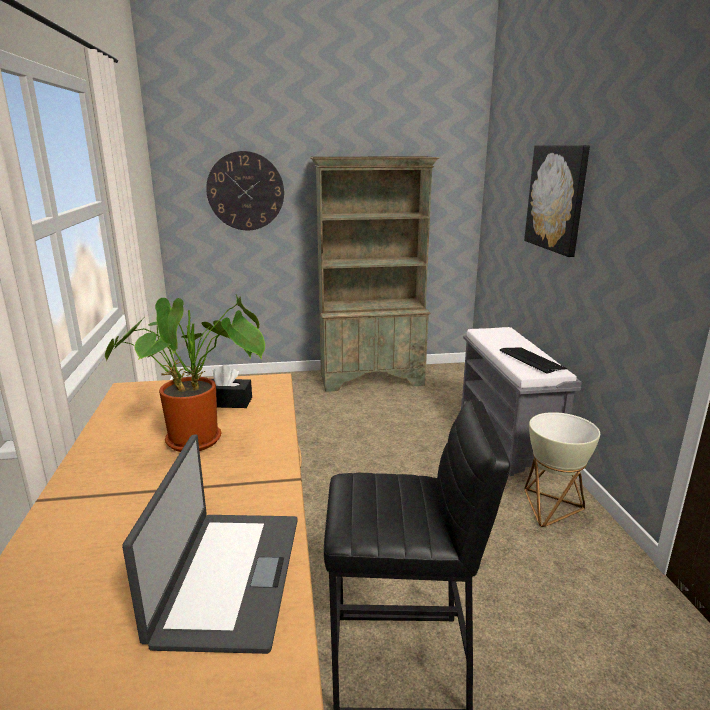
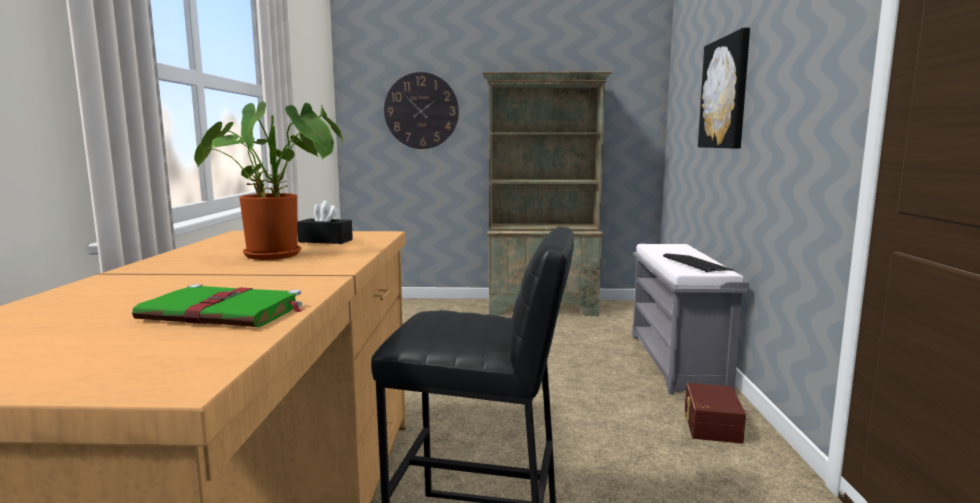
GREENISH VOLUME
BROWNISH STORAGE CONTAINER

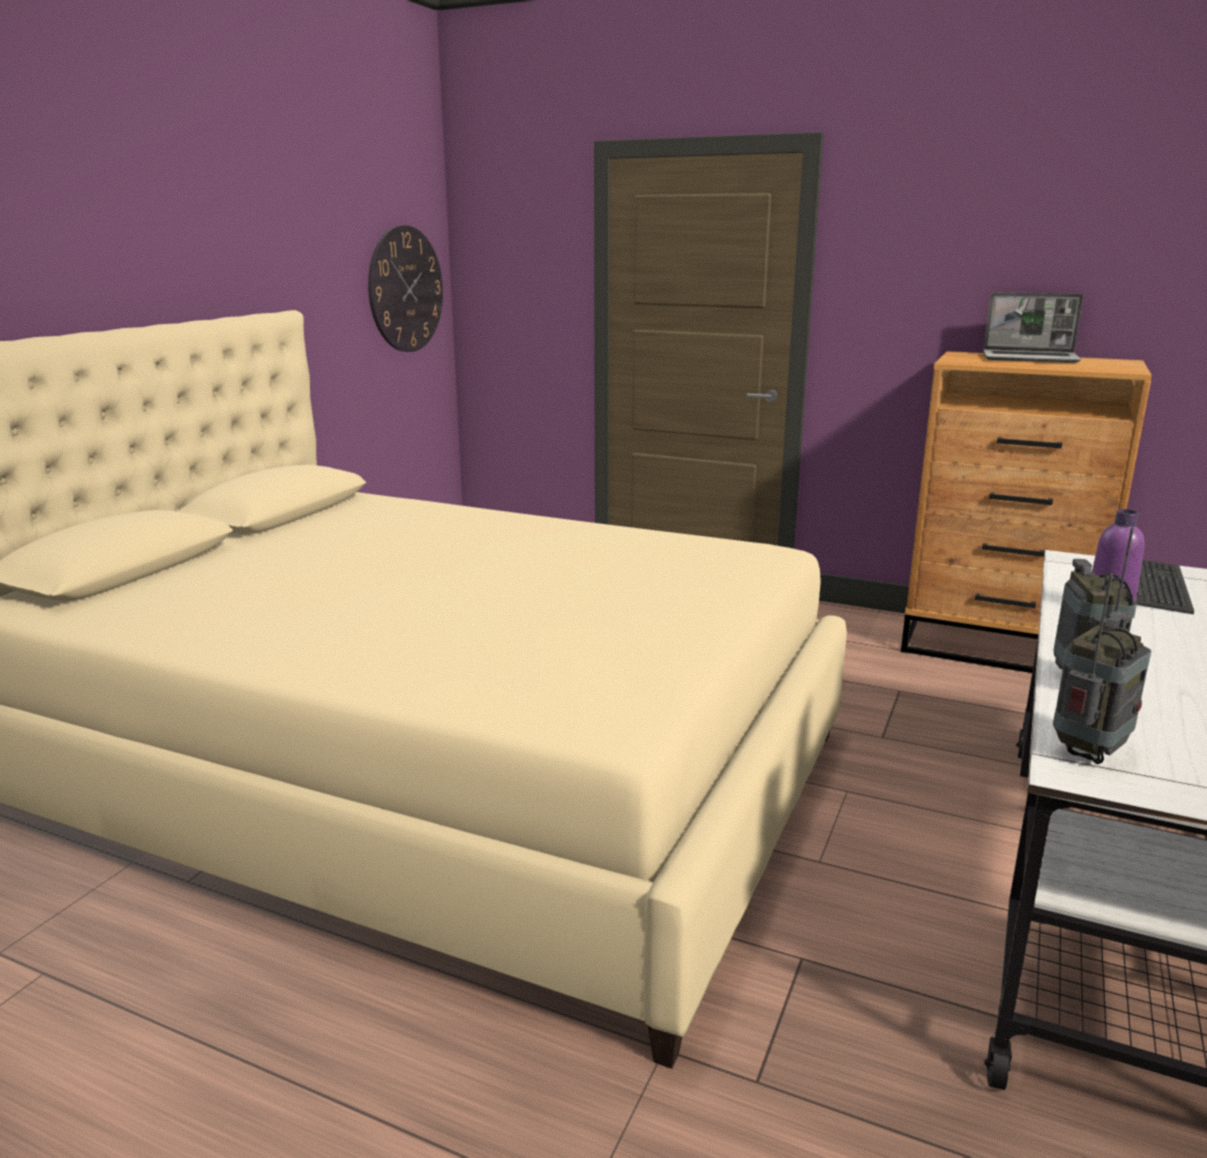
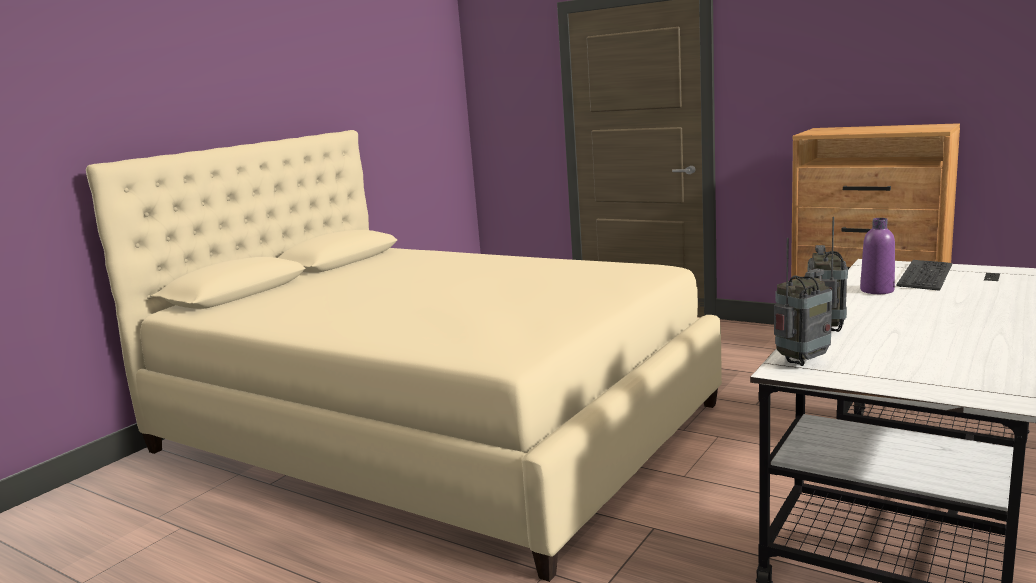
CLOCK ON THE WALL
NOTEBOOK COMPUTER

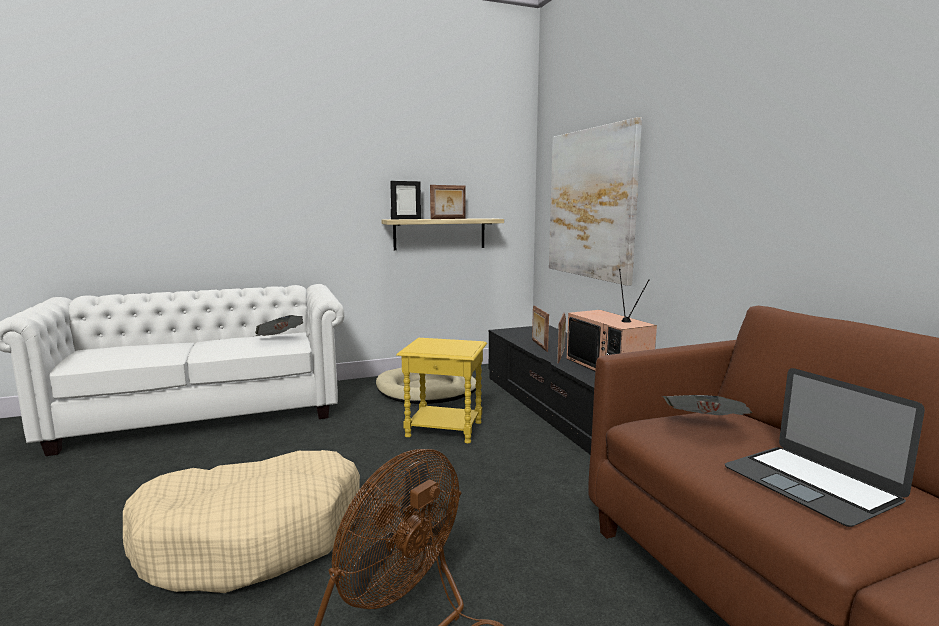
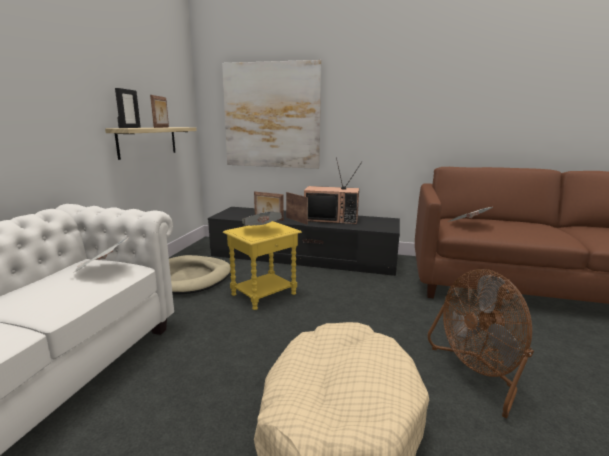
NEWSPAPER (no. 2 from left)
NOTEBOOK COMPUTER

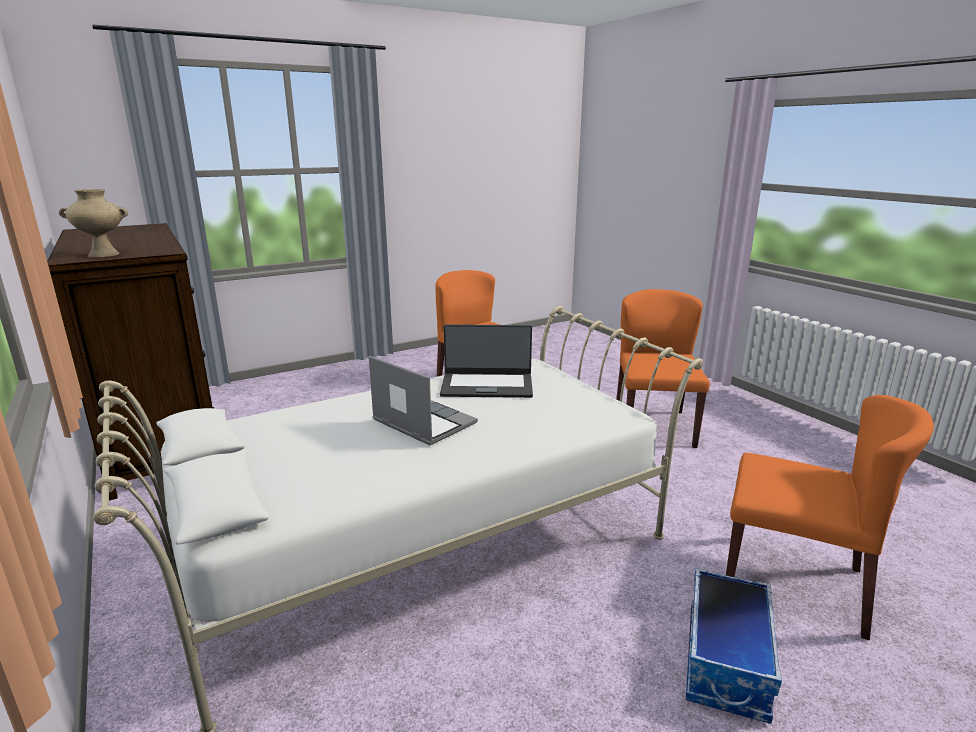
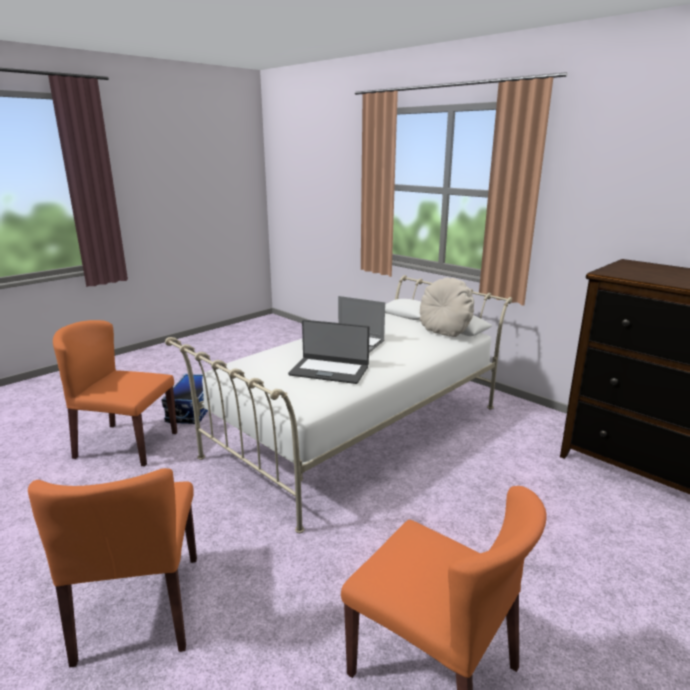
NOTEBOOK COMPUTER (no. 1 from left)
SAND-COLOURED CUSHION
SAND-COLOURED VASE

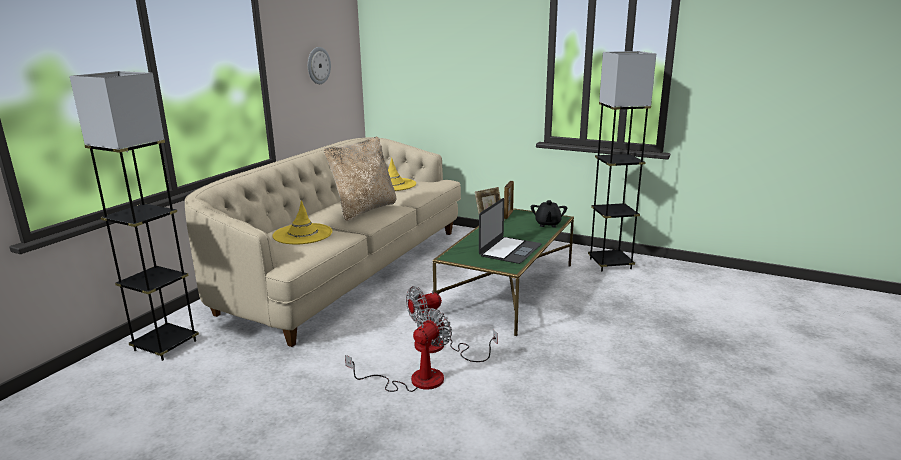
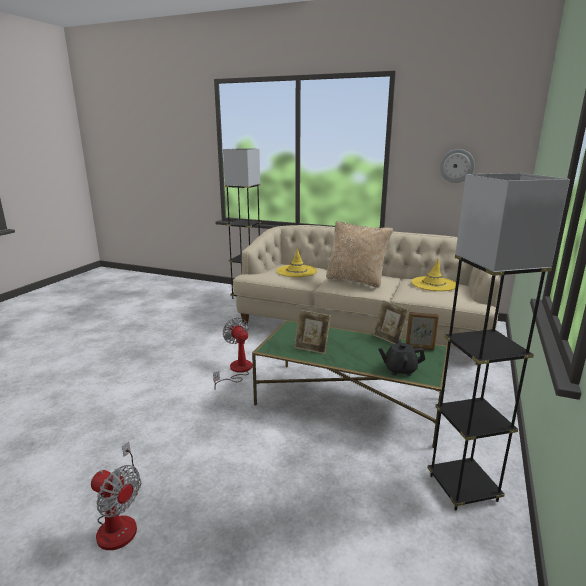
ELECTRIC FAN (no. 1 from left)
PICTURE FRAME (no. 1 from left)

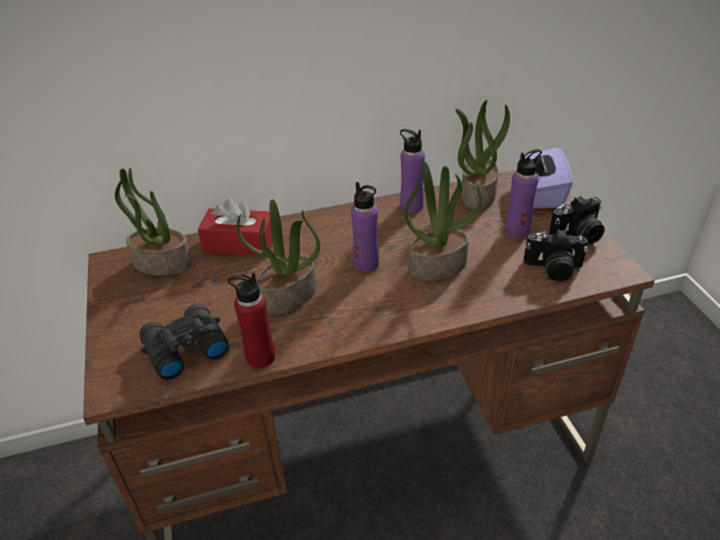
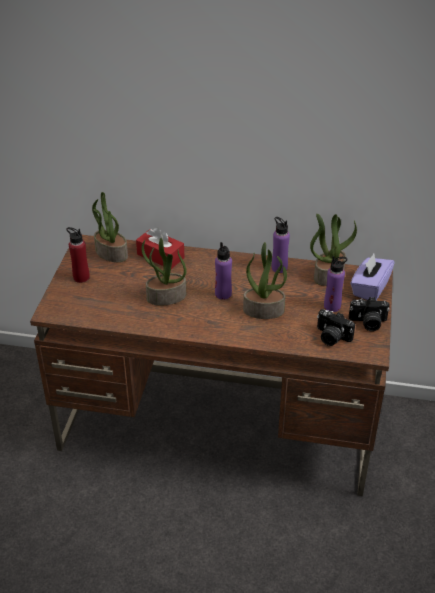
RED DRINK BOTTLE
BLACK-COLOURED BINOCULARS

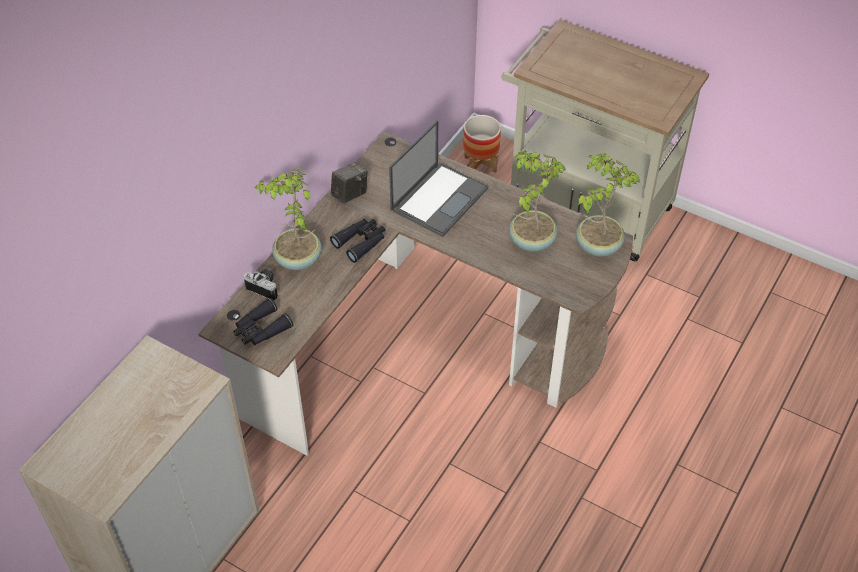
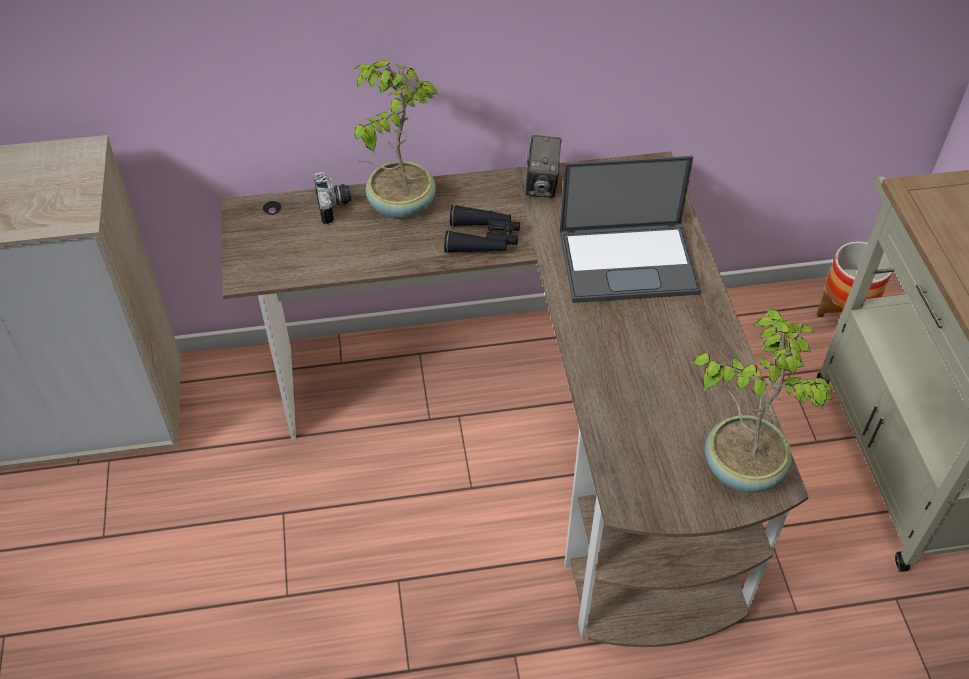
PHOTO CAMERA (no. 2 from left)
BLACK-COLOURED BINOCULARS (no. 1 from left in the first image)
HOUSEPLANT (no. 2 from left in the first image)

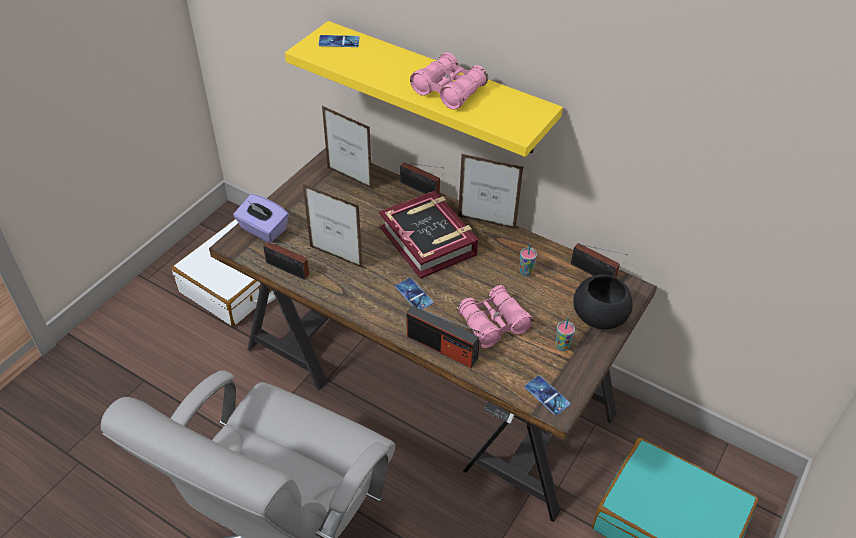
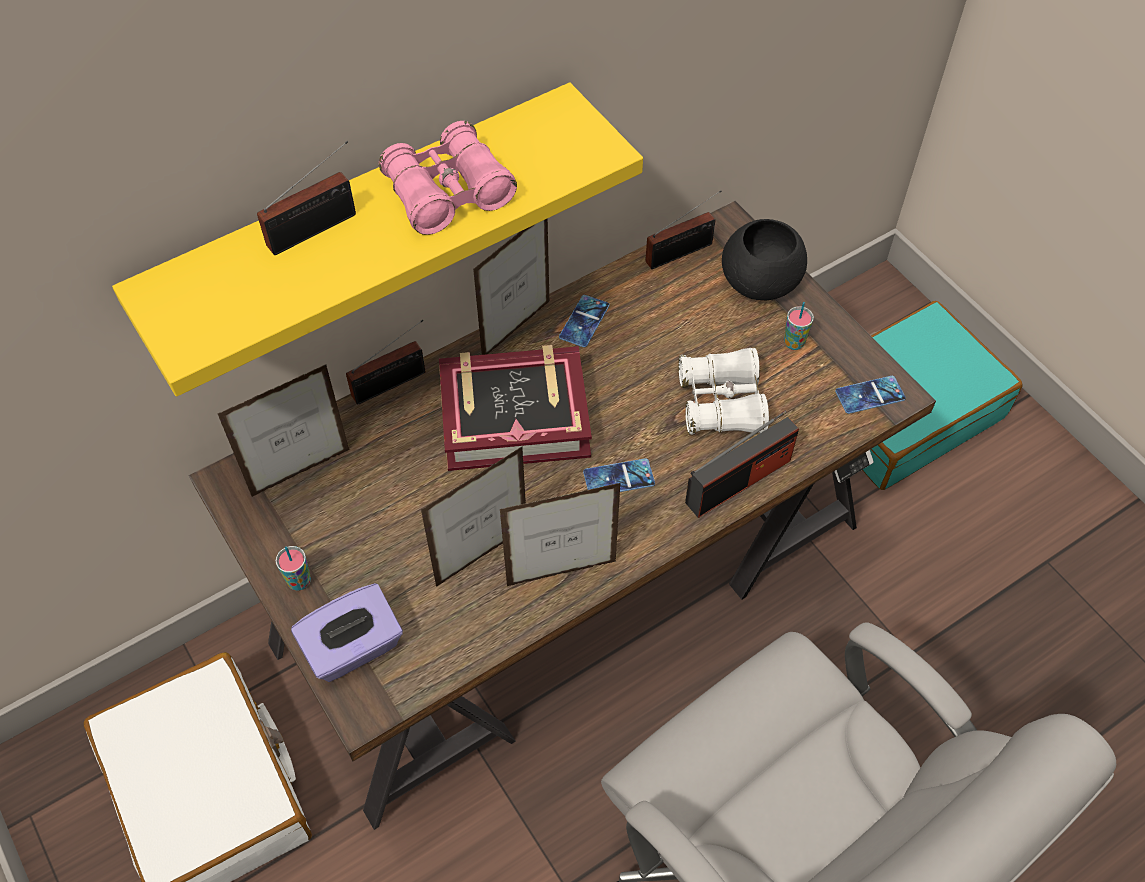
RADIO SET (no. 1 from left)
SMALL CUP (no. 1 from left)
PICTURE FRAME (no. 4 from left)
PHONE (no. 1 from left)
WHITE BINOCULARS

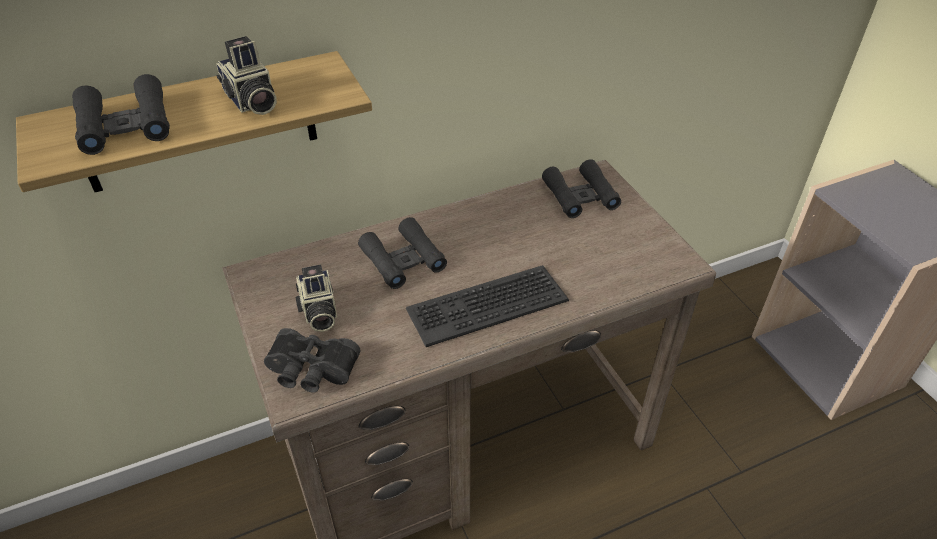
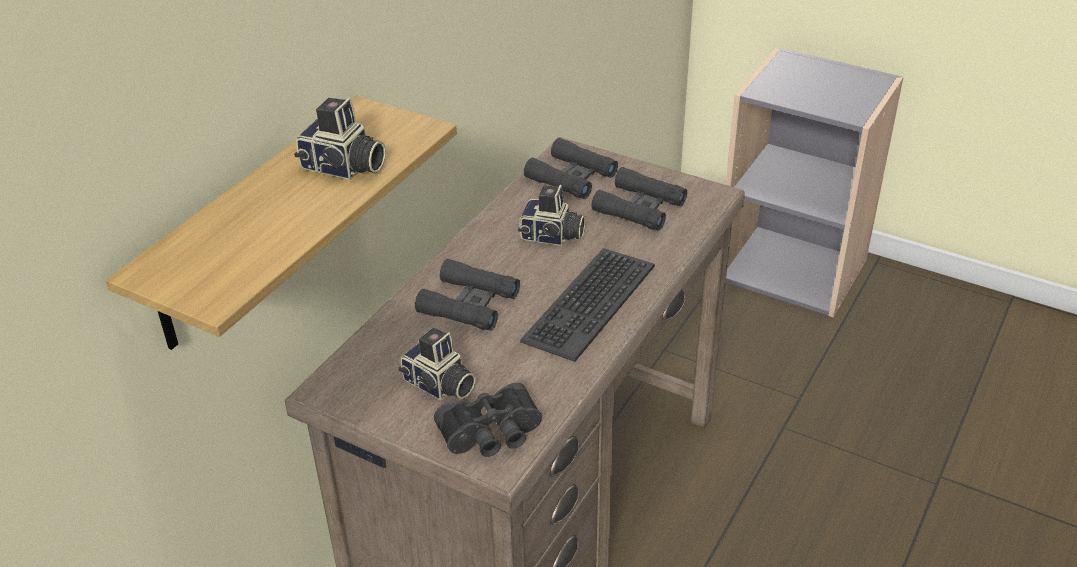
PHOTO CAMERA (no. 3 from left)
BLACK-COLOURED BINOCULARS (no. 4 from left)

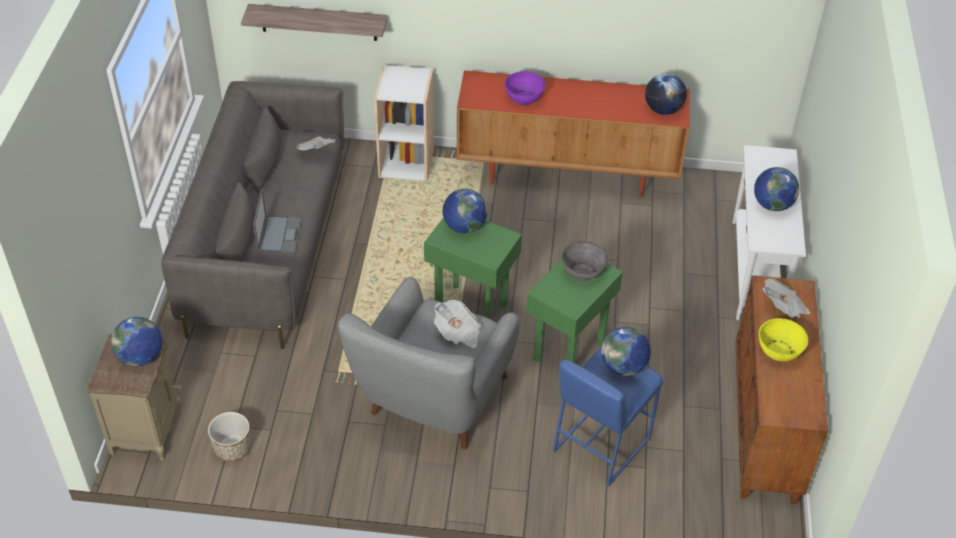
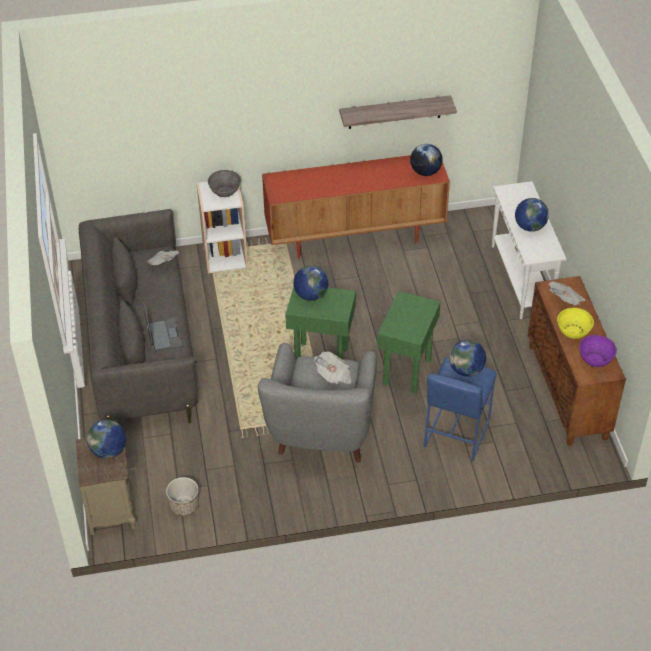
GREY SERVING BOWL
WALL SHELF
PURPLISH SERVING BOWL

